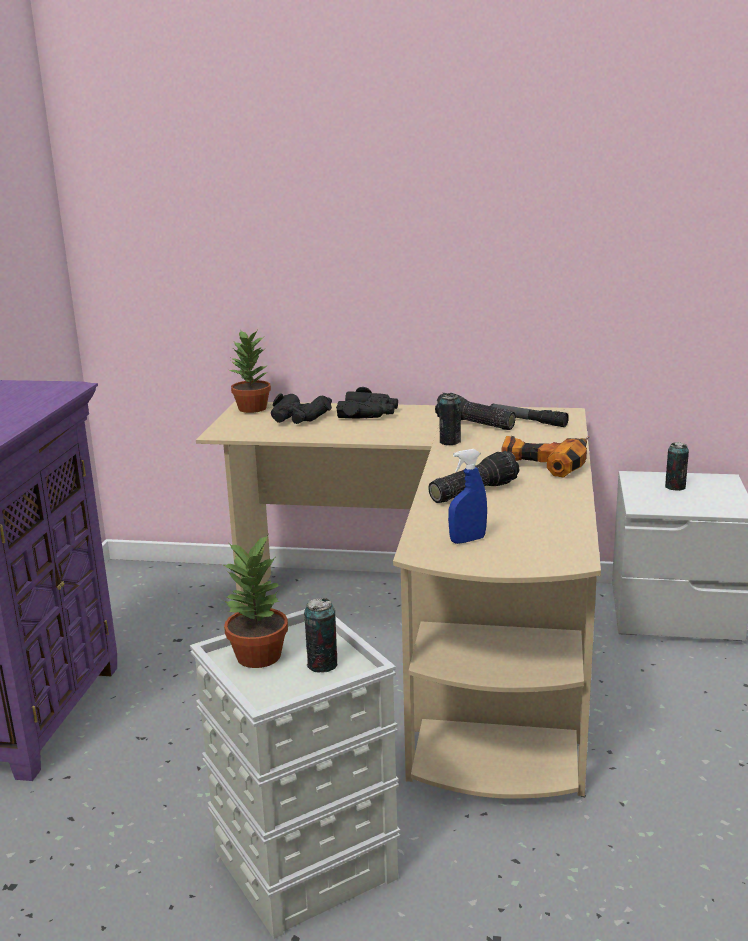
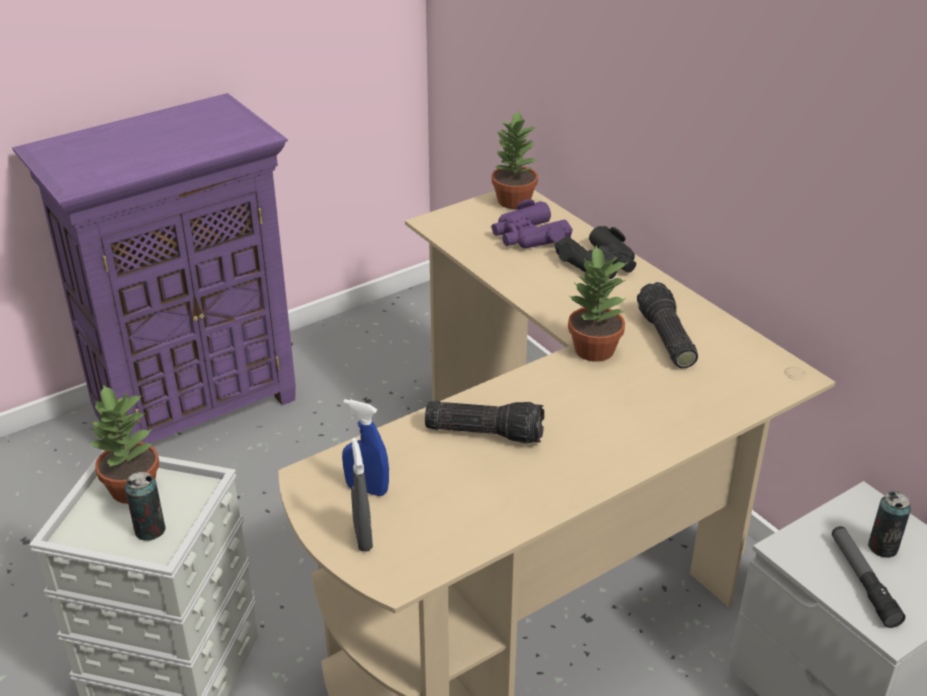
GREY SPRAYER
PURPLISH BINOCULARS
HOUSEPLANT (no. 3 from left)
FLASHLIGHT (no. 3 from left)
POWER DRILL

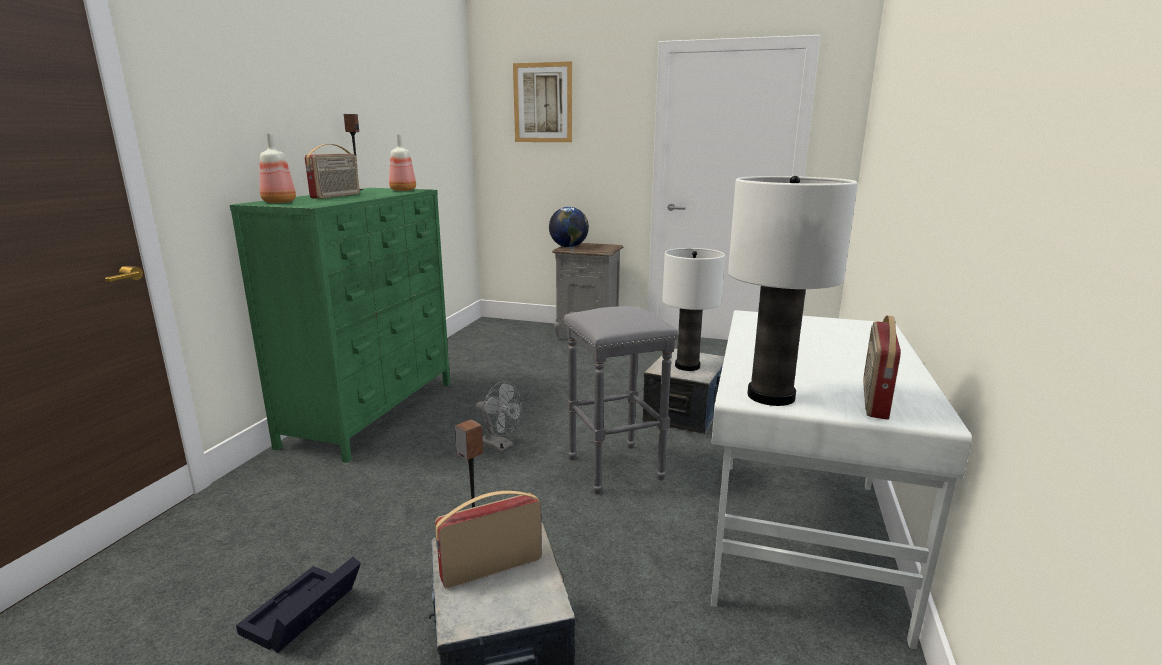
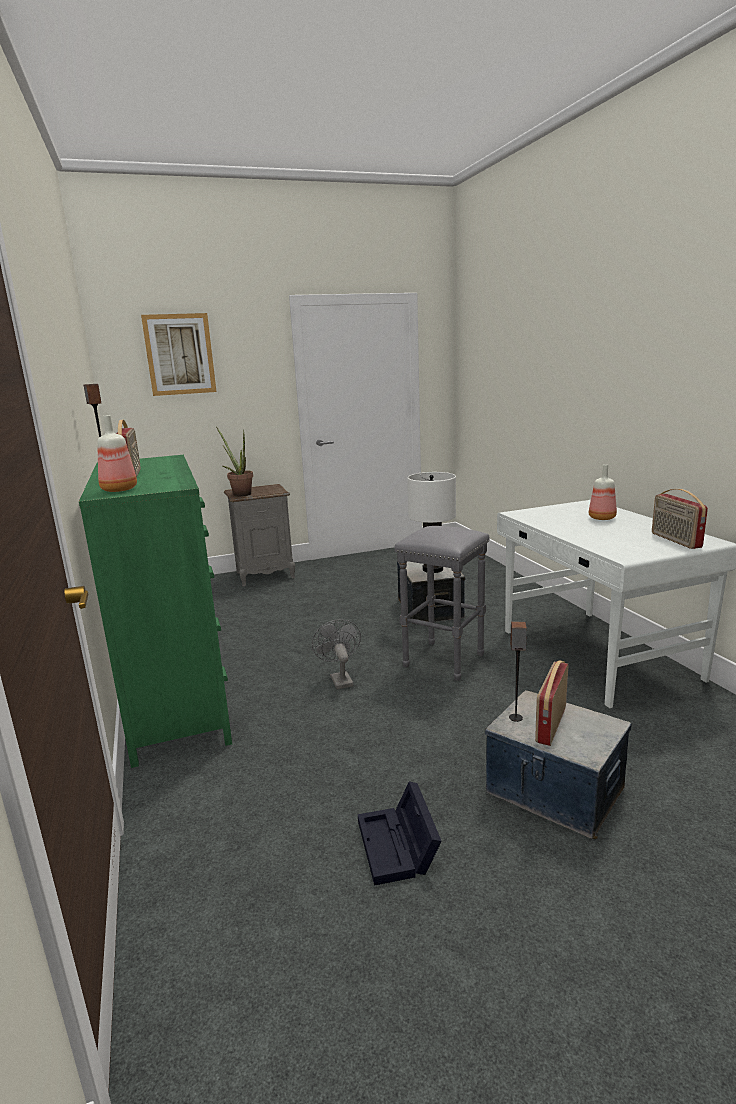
HOUSEPLANT
GREY ELECTRIC FAN
DRINK BOTTLE (no. 2 from left)
WHITE LAMP FOR A TABLE (no. 2 from left in the first image)

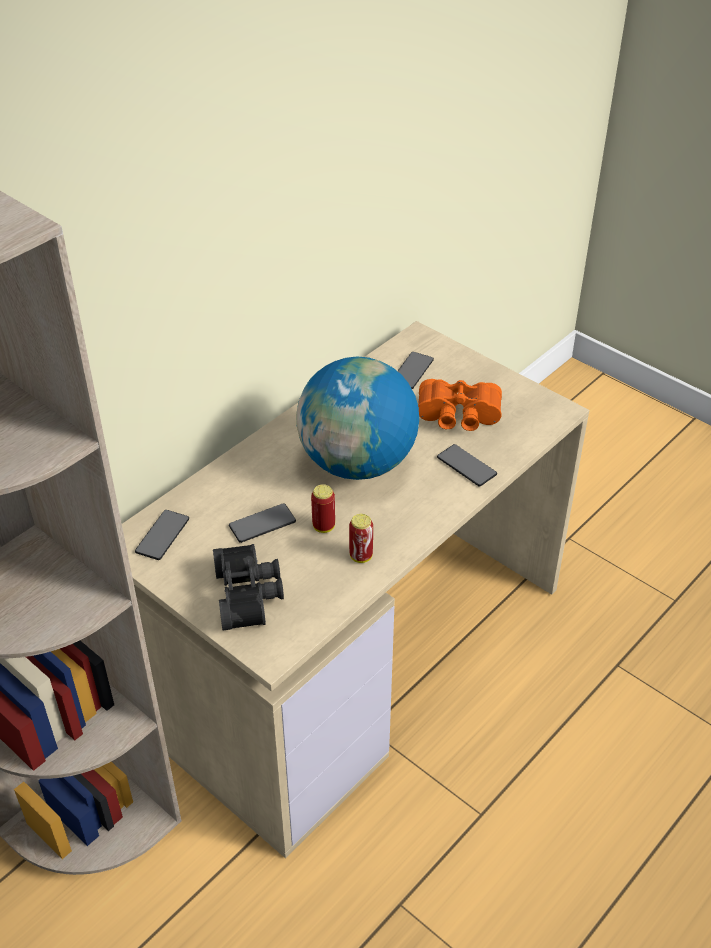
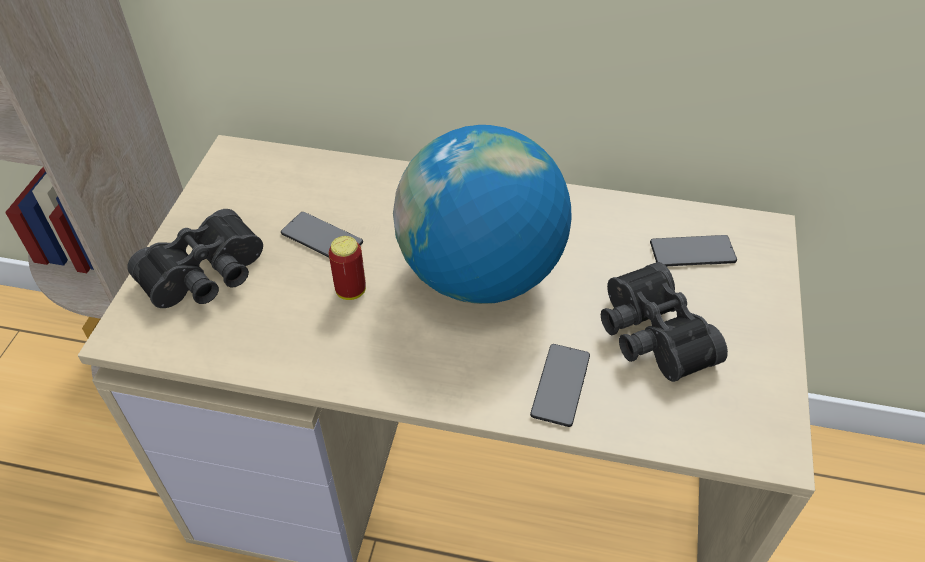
BLACK-COLOURED BINOCULARS (no. 2 from left)
PHONE (no. 1 from left in the first image)
METAL CAN (no. 2 from left in the first image)

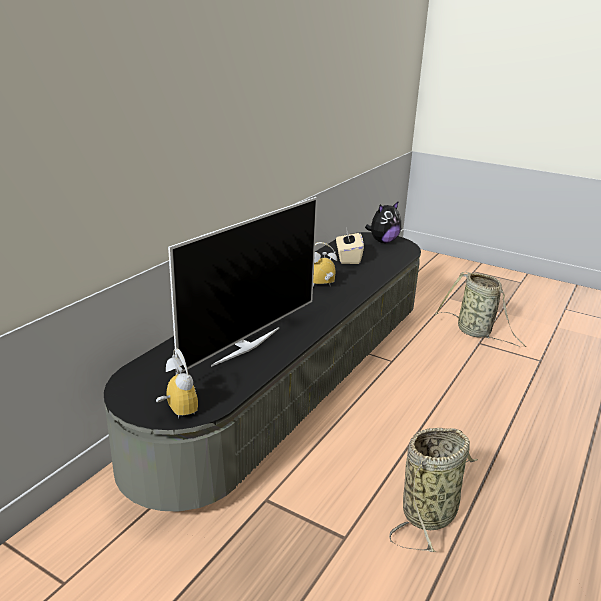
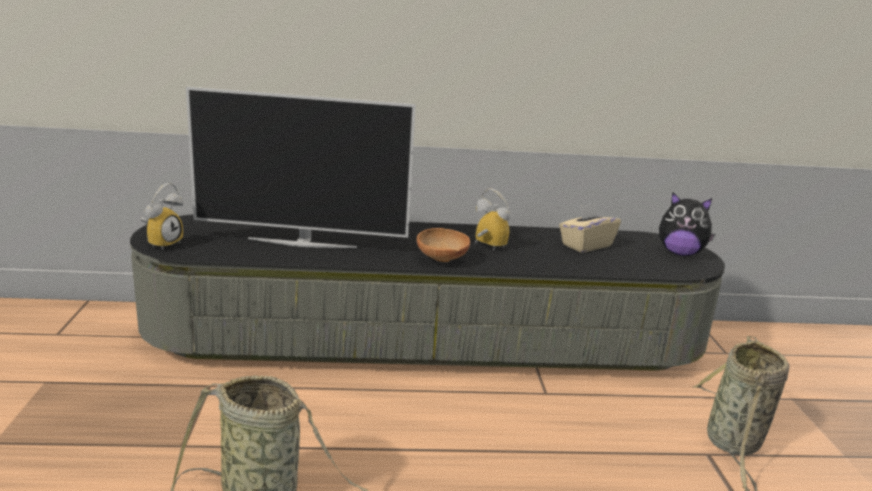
BROWNISH SERVING BOWL

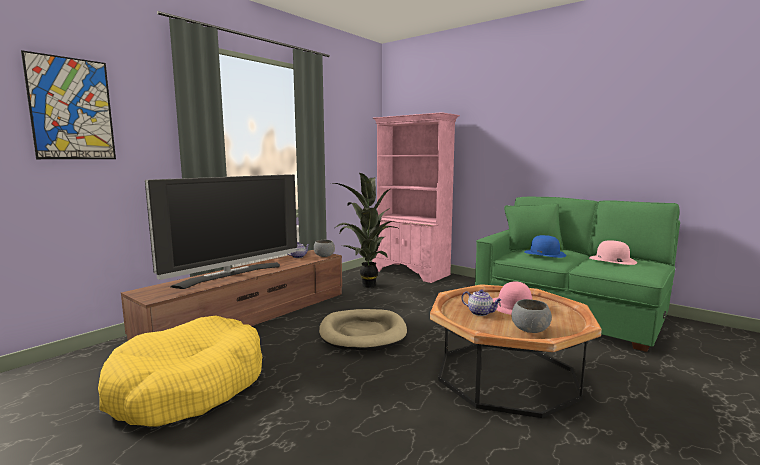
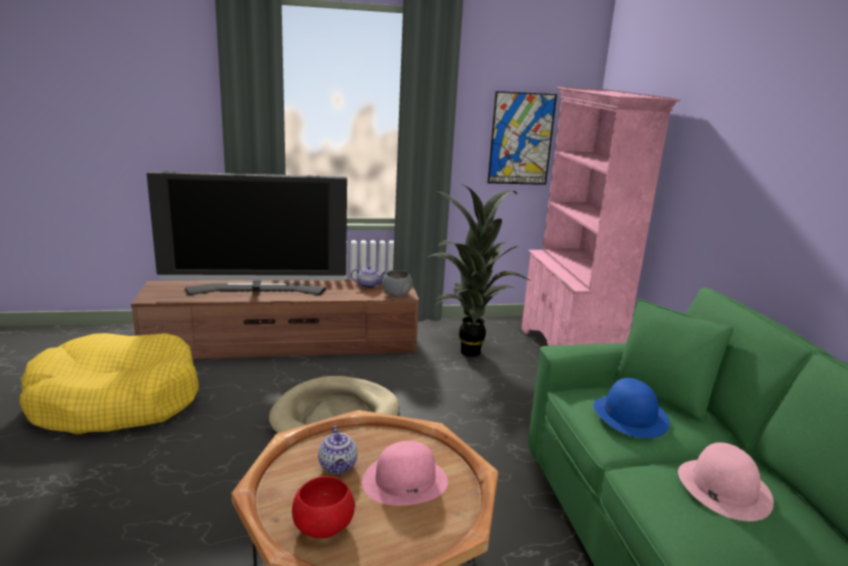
RED SERVING BOWL
WALL ART

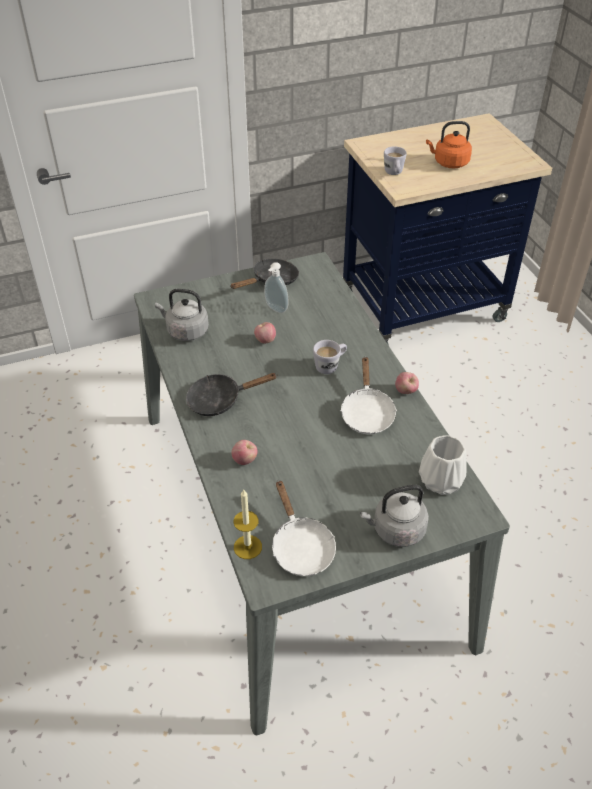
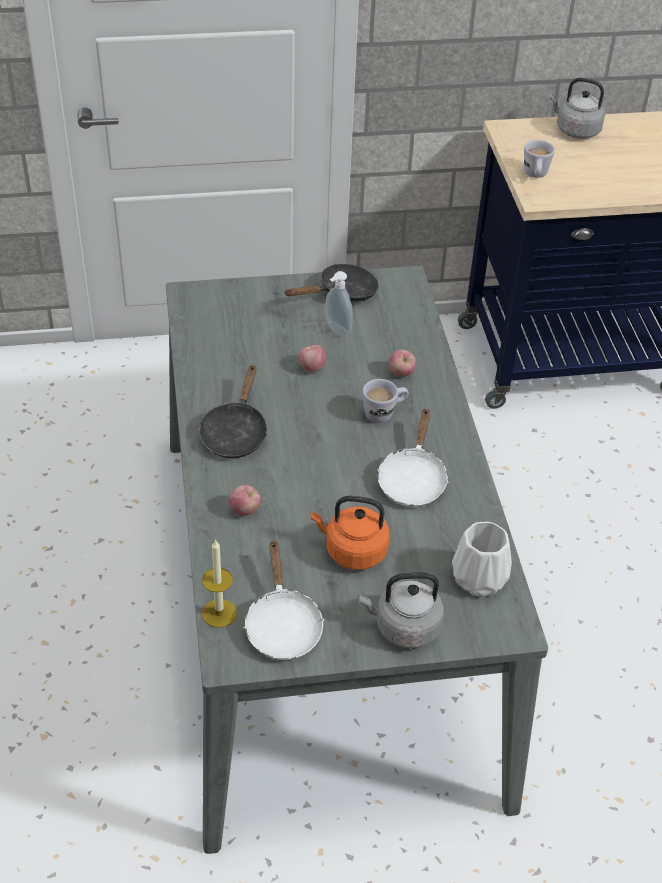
BLACK-COLOURED PAN (no. 1 from left)
ORANGE-COLOURED WATER KETTLE
WHOLE APPLE (no. 3 from left)
GREY WATER KETTLE (no. 2 from left)

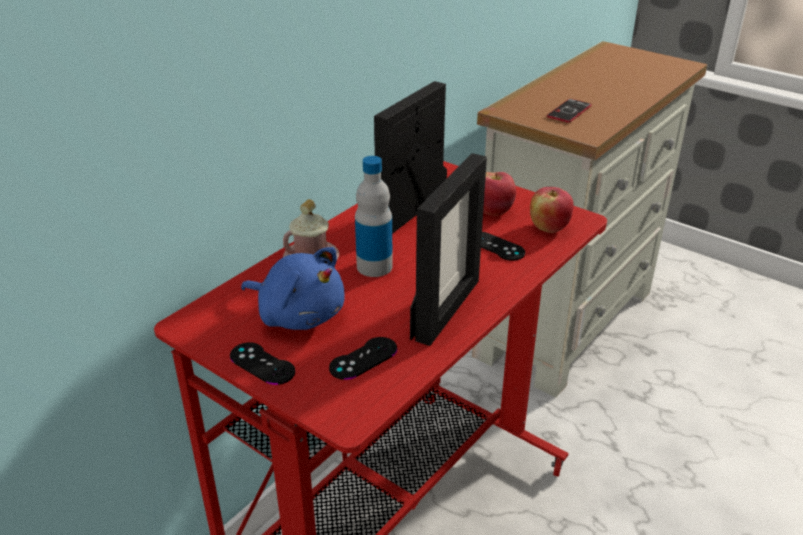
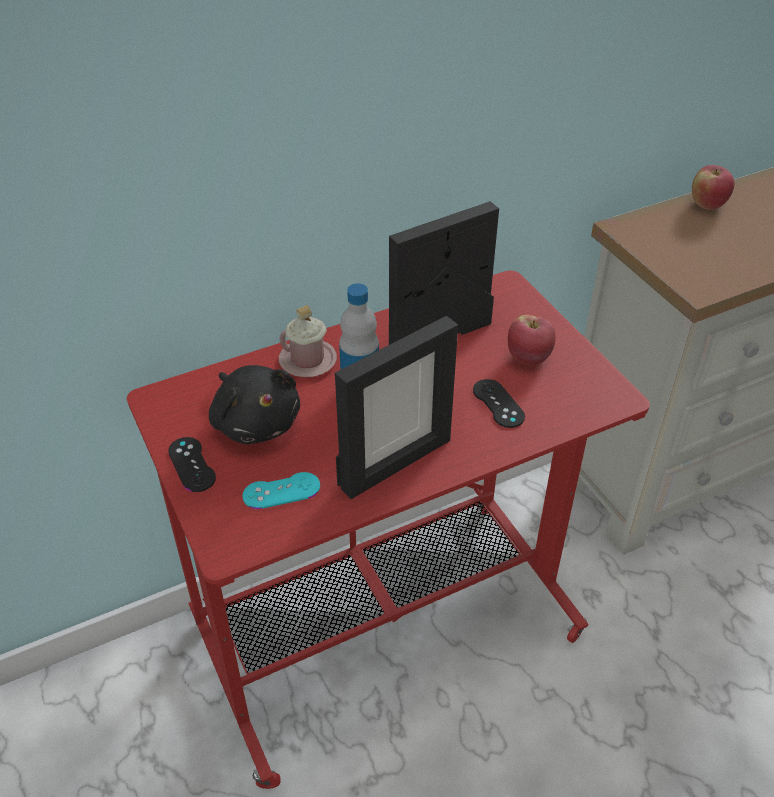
BLACK-COLOURED PLUSH TOY
TURQUOISE-COLOURED GAMEPAD
WHOLE APPLE (no. 2 from left)
PHONE

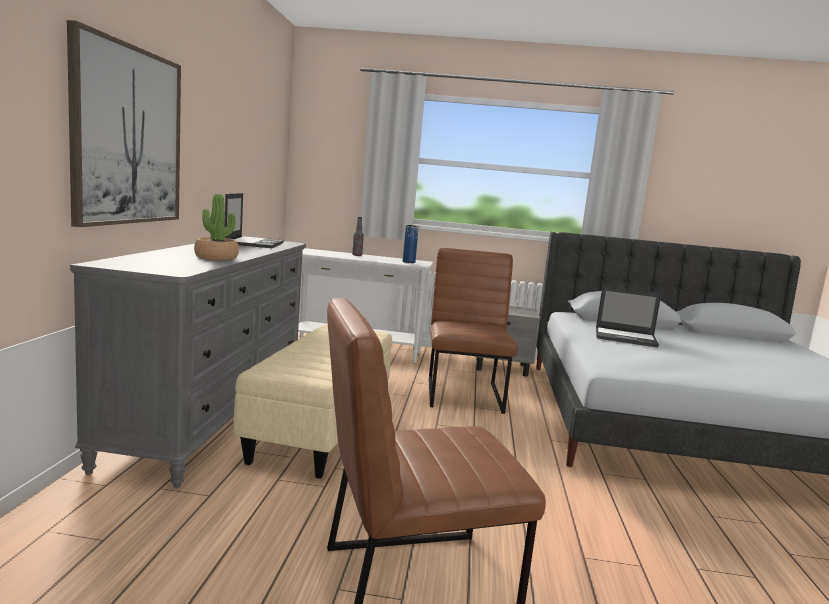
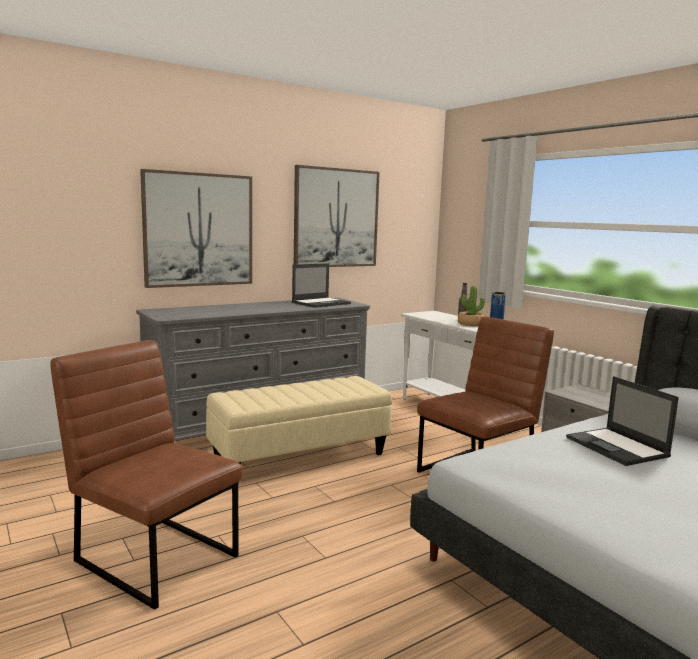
WALL ART (no. 2 from left)
HOUSEPLANT

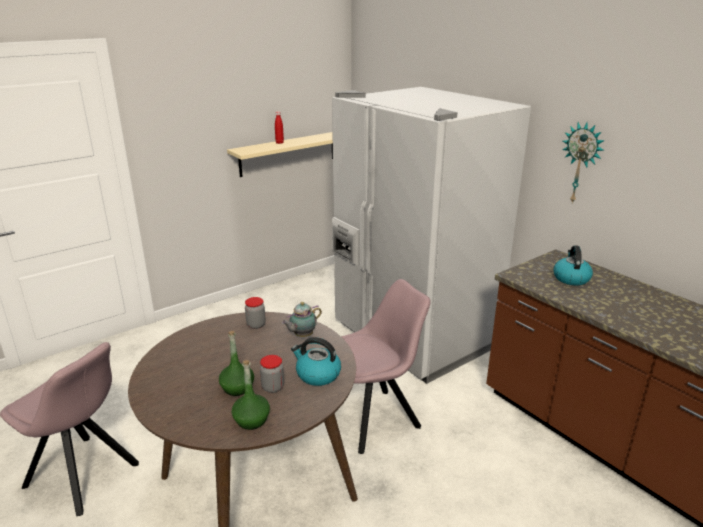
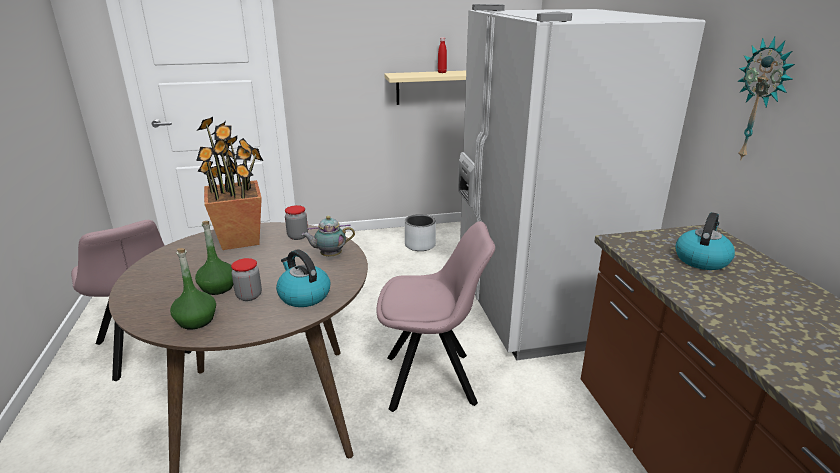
HOUSEPLANT
GREY FLOWER POT

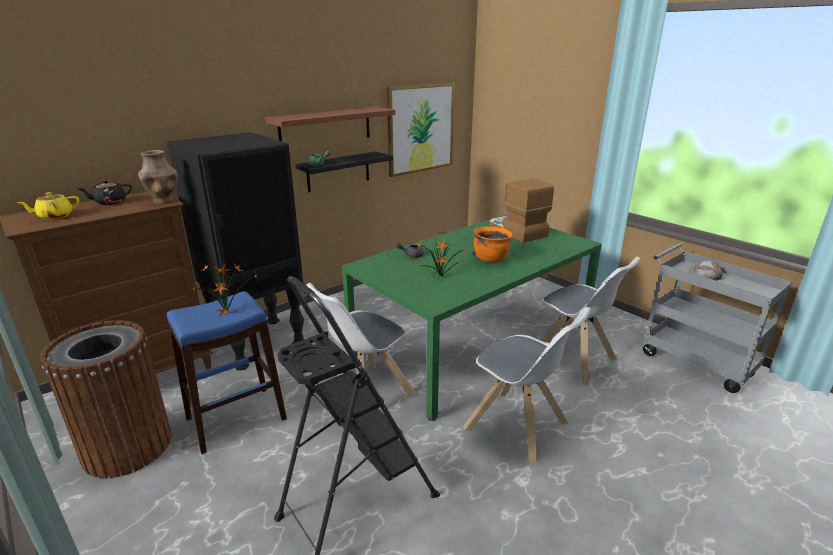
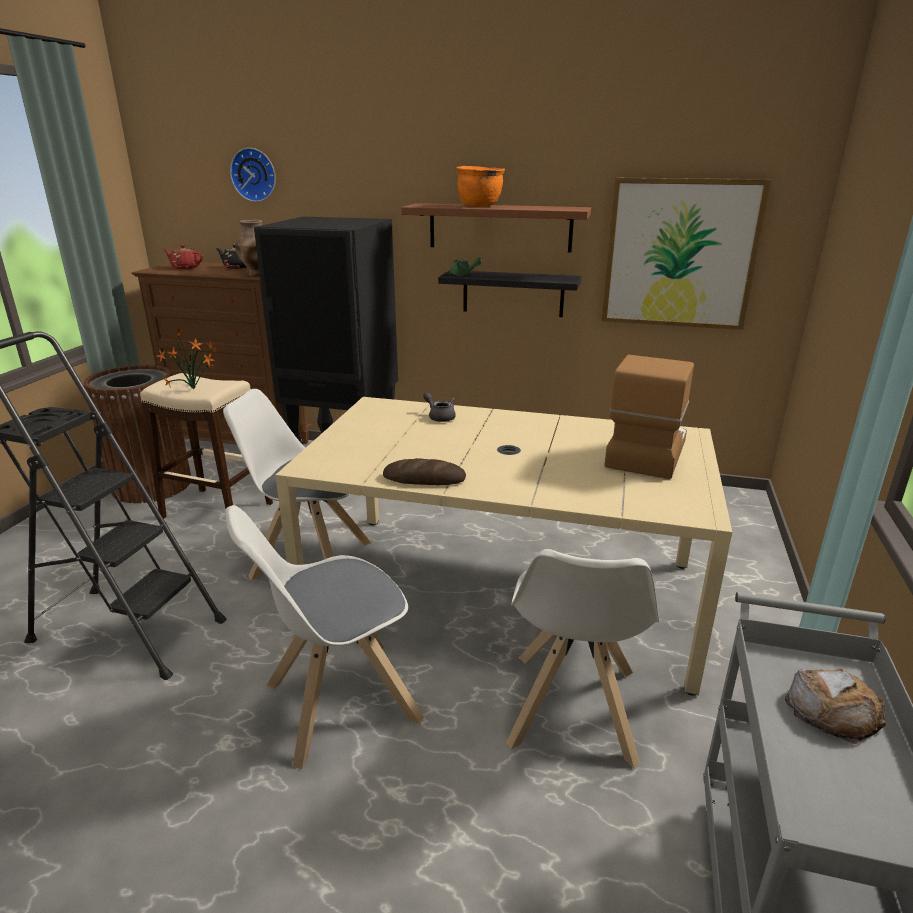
SAND-COLOURED STOOL SEAT
RED TEAPOT
CHAIR (no. 2 from left)
CLOCK ON THE WALL
SAND-COLOURED DINNER TABLE
BREAD (no. 1 from left)
ORANGE-COLOURED STOCKPOT
HOUSEPLANT (no. 2 from left in the first image)

